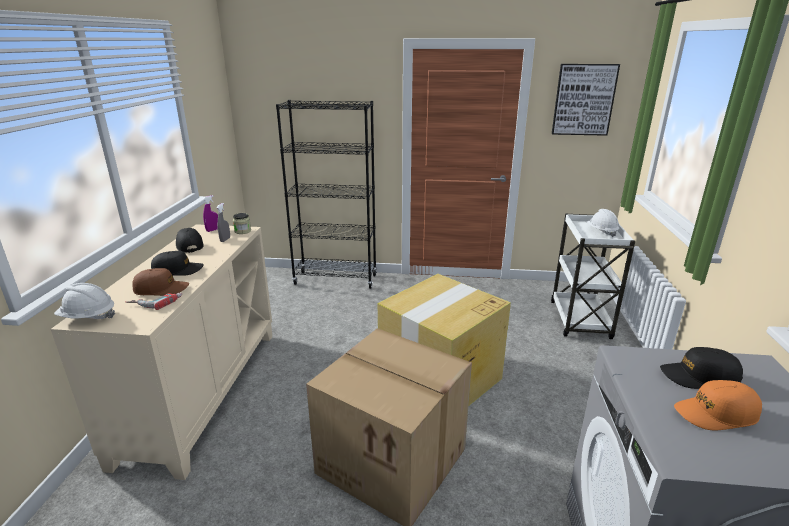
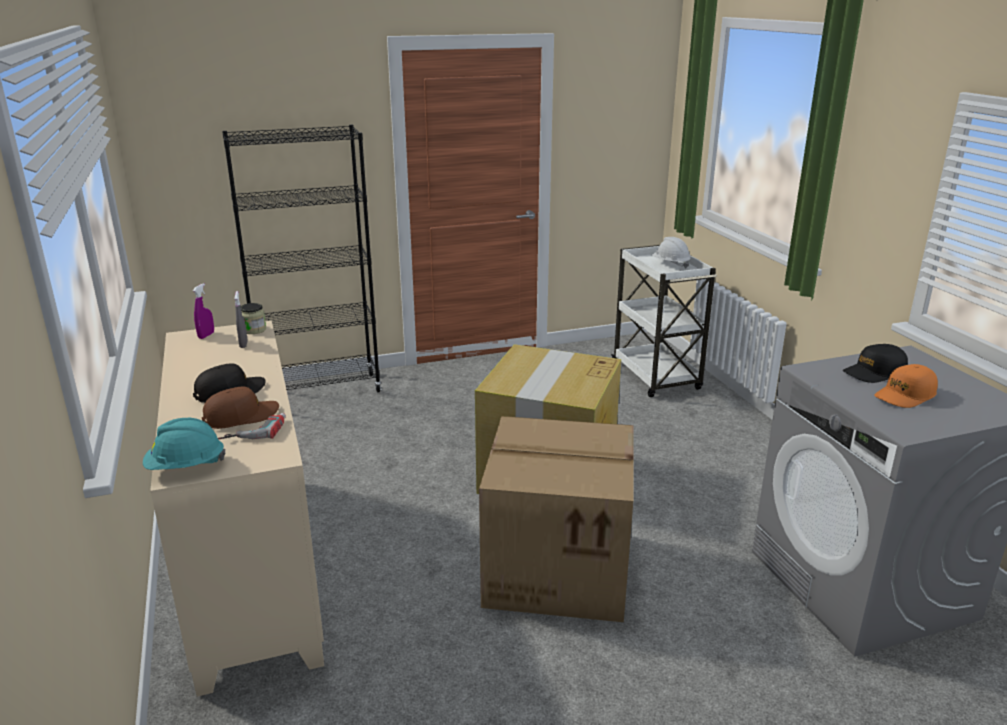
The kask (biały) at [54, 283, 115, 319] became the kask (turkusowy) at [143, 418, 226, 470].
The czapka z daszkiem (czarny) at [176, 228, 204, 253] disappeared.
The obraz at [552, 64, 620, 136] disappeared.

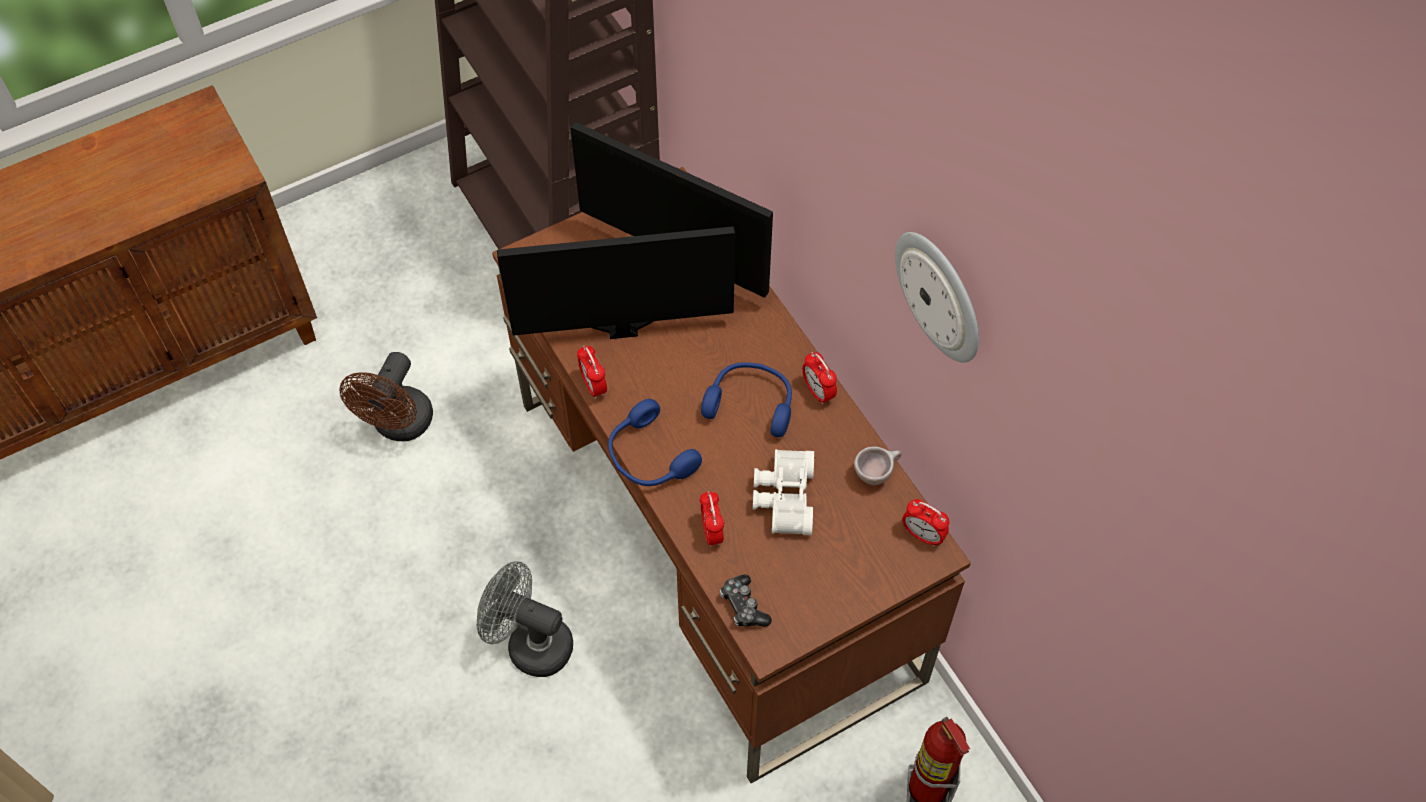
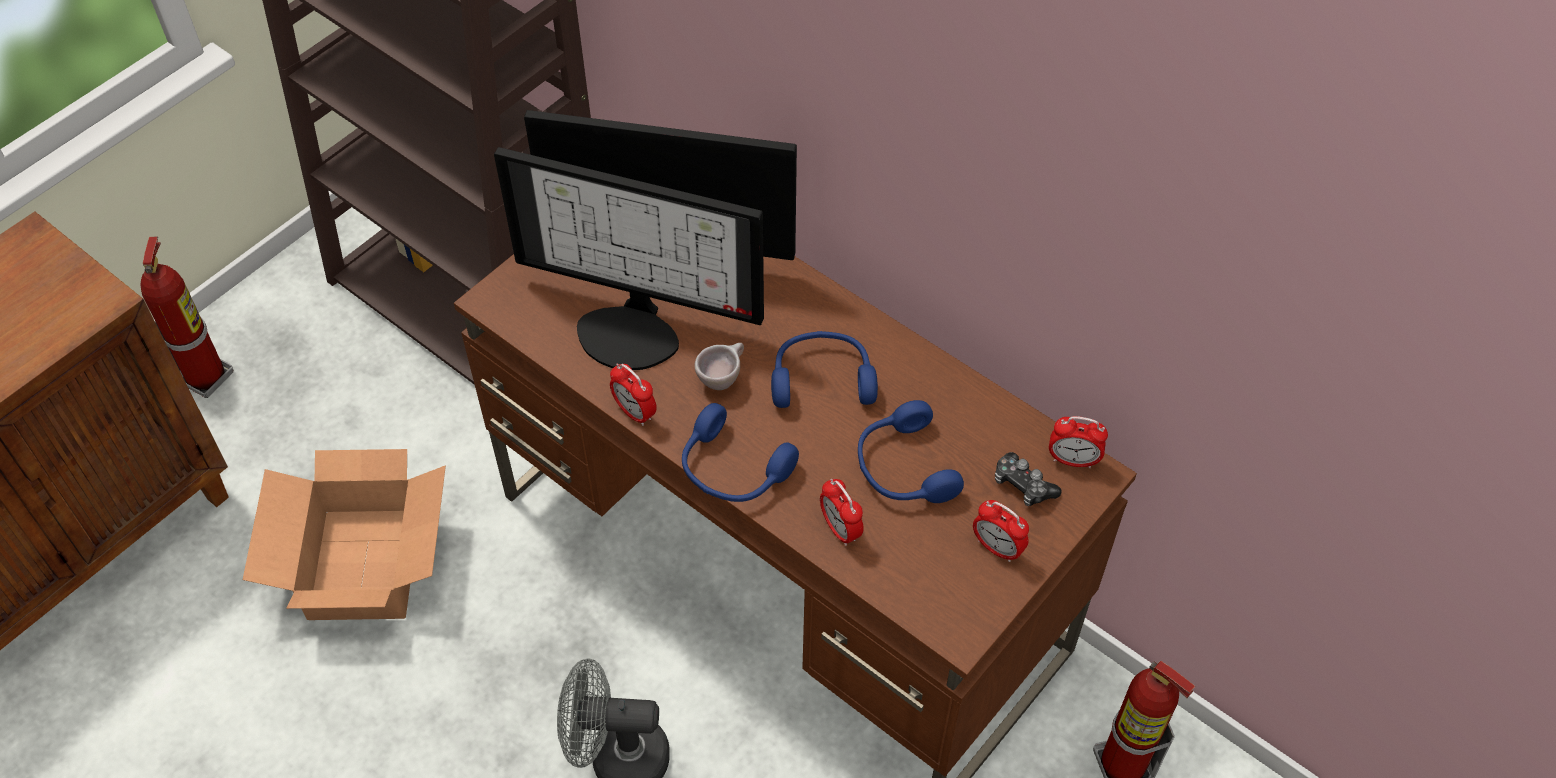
The gaśnica at [141, 237, 233, 398] appeared.
The wentylator (brązowy) at [339, 352, 433, 441] was replaced by the karton at [243, 449, 446, 620].
The monitor at [497, 227, 735, 339] turned 135 degrees counterclockwise.
The filiżanka (beżowy) moved from [854, 447, 902, 485] to [694, 343, 744, 390].
The lornetka (biały) at [753, 449, 814, 535] was replaced by the słuchawki (niebieski) at [858, 400, 964, 503].
The budzik moved from [802, 352, 837, 405] to [973, 500, 1029, 562].
The pad do gier moved from [720, 575, 772, 627] to [995, 452, 1062, 506].
The zegar ścienny at [895, 232, 979, 362] disappeared.

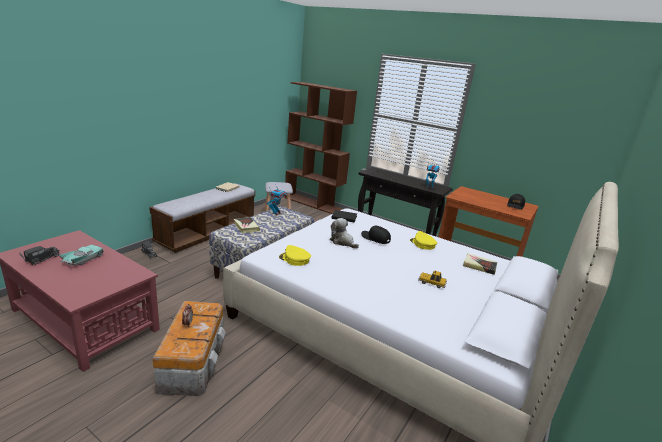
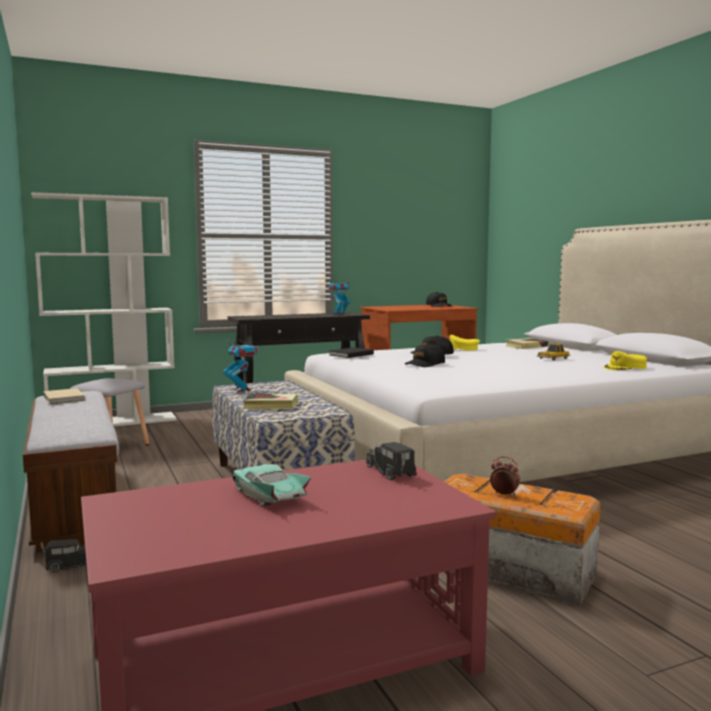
The regał (brązowy) at [284, 82, 357, 214] became the regał (biały) at [31, 192, 177, 426].
The ciężarówka zabawkowa moved from [20, 246, 59, 265] to [366, 442, 417, 480].
The pluszak at [330, 218, 359, 248] was replaced by the czapka z daszkiem (czarny) at [405, 343, 445, 367].
The czapka z daszkiem (żółty) moved from [279, 245, 311, 266] to [603, 351, 647, 370].

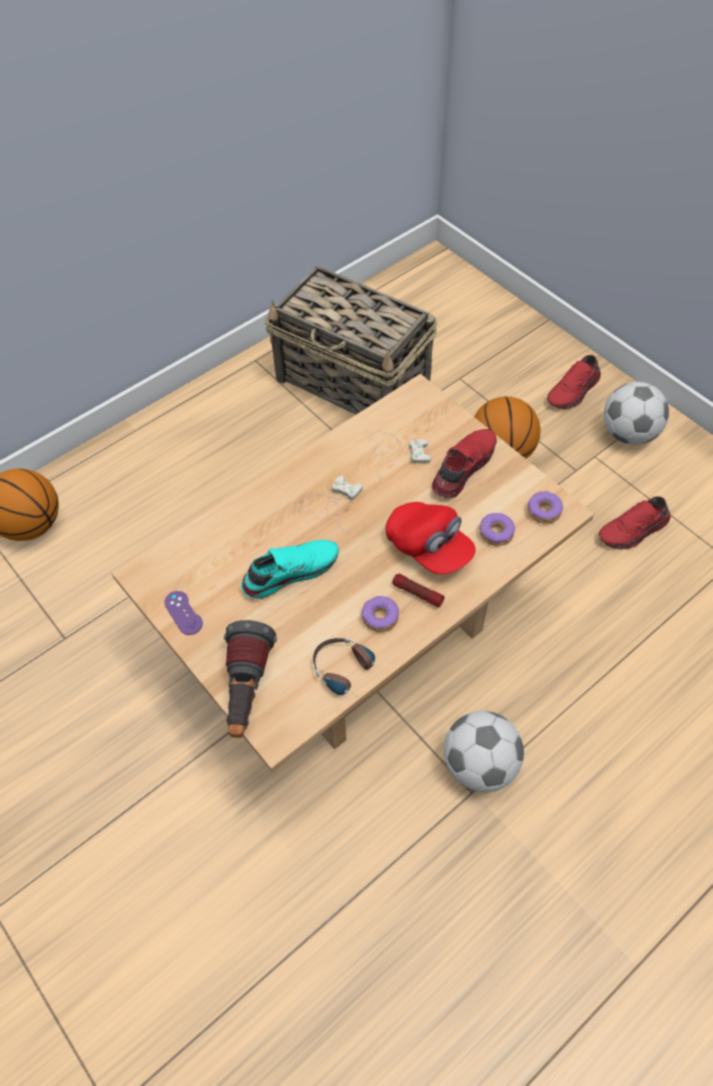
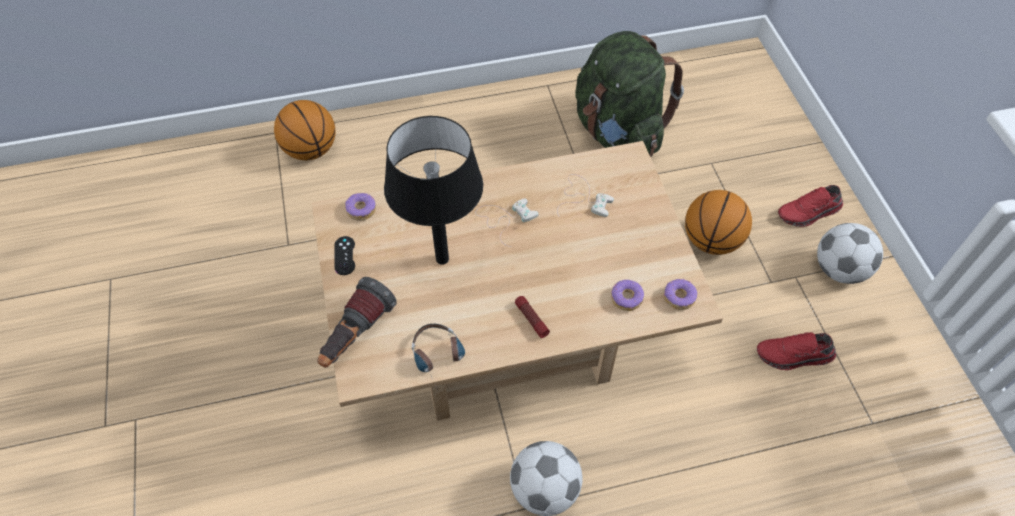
The pad do gier (fioletowy) at [164, 591, 203, 635] became the pad do gier (czarny) at [335, 236, 355, 275].
The donut moved from [361, 595, 399, 632] to [345, 193, 376, 221].
The but (turkusowy) at [240, 540, 339, 599] was replaced by the lampa stołowa (czarny) at [384, 116, 483, 265].
The koszyk at [264, 266, 437, 415] was replaced by the plecak (zielony) at [575, 31, 684, 157].
The czapka z daszkiem (czerwony) at [386, 502, 476, 575] disappeared.
The but (czerwony) at [432, 429, 497, 499] disappeared.

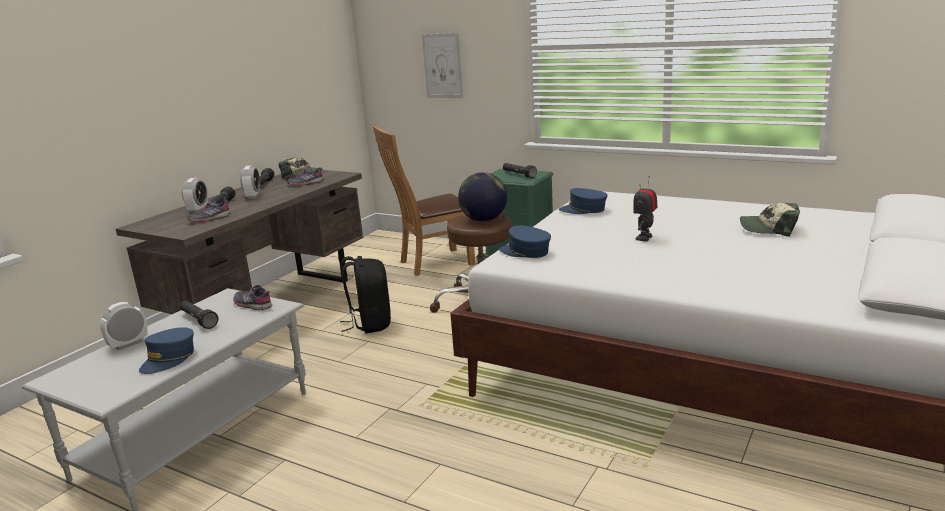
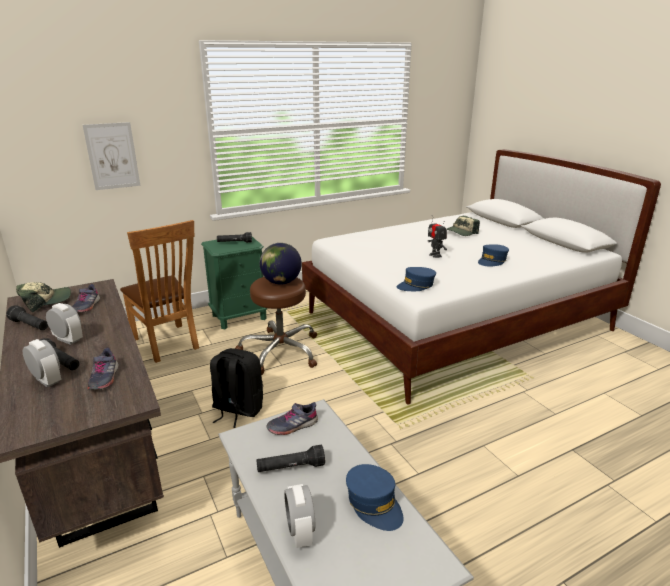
The krzesło (brązowy) at [373, 126, 475, 276] turned 45 degrees counterclockwise.
The czapka z daszkiem (niebieski) moved from [559, 188, 608, 214] to [478, 244, 509, 266].

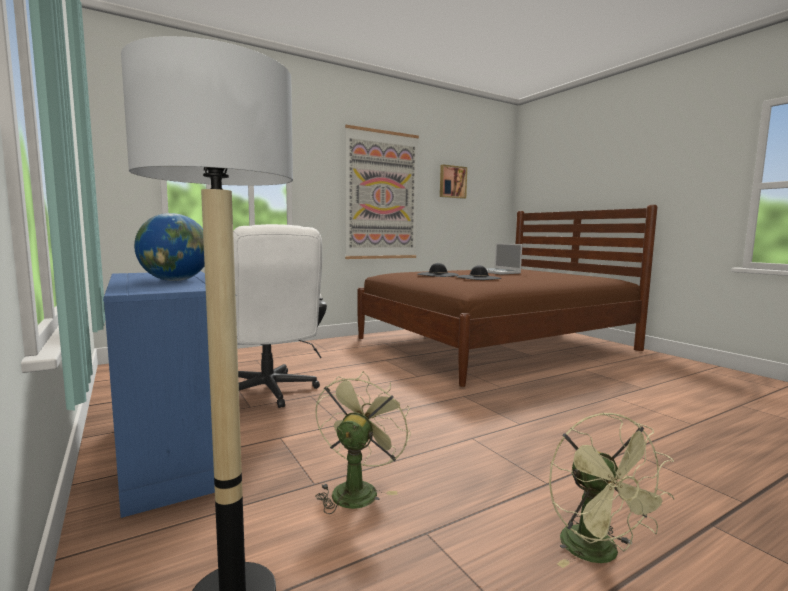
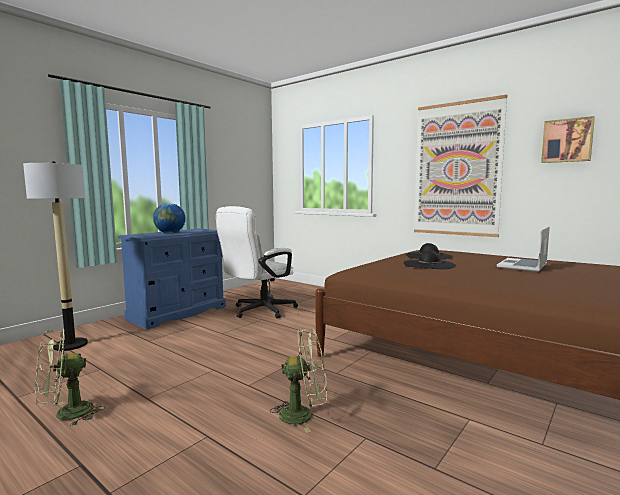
The wentylator (zielony) moved from [315, 371, 411, 514] to [270, 329, 327, 433].

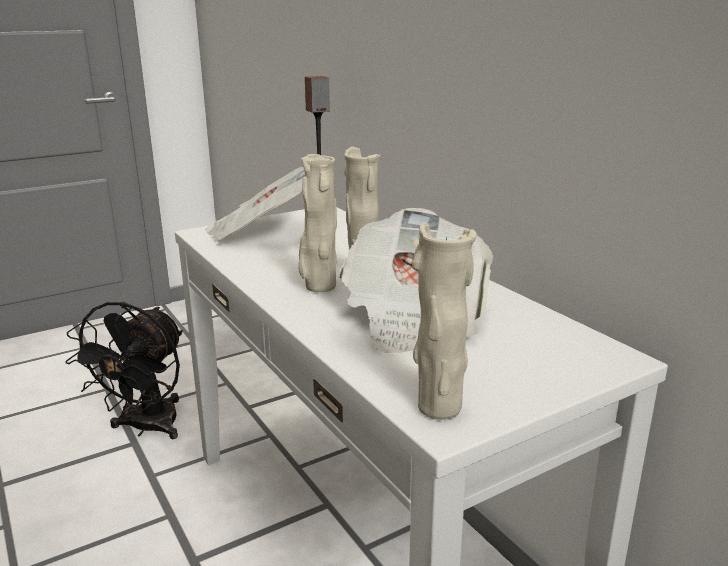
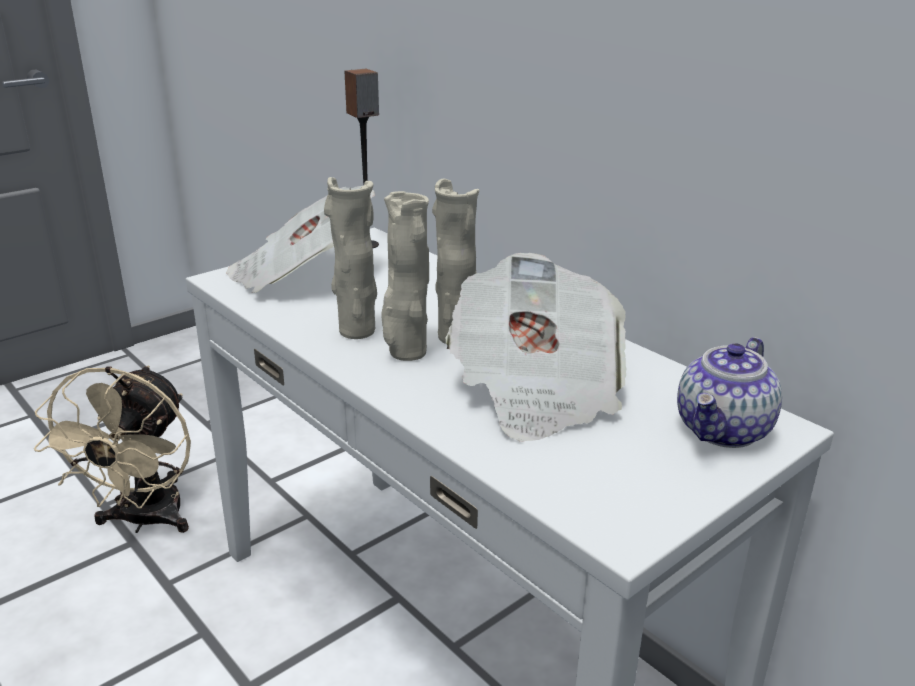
The wentylator (czarny) at [65, 301, 183, 439] became the wentylator (beżowy) at [34, 366, 191, 533].
The wazon (beżowy) moved from [412, 223, 477, 420] to [324, 177, 377, 339].
The imbryk at [677, 337, 782, 448] appeared.

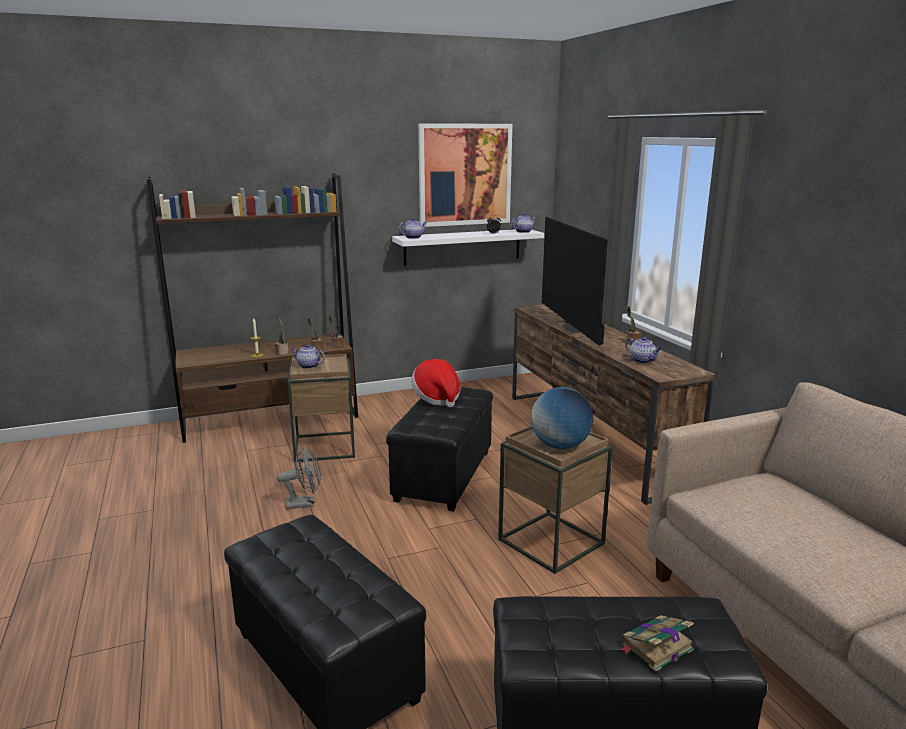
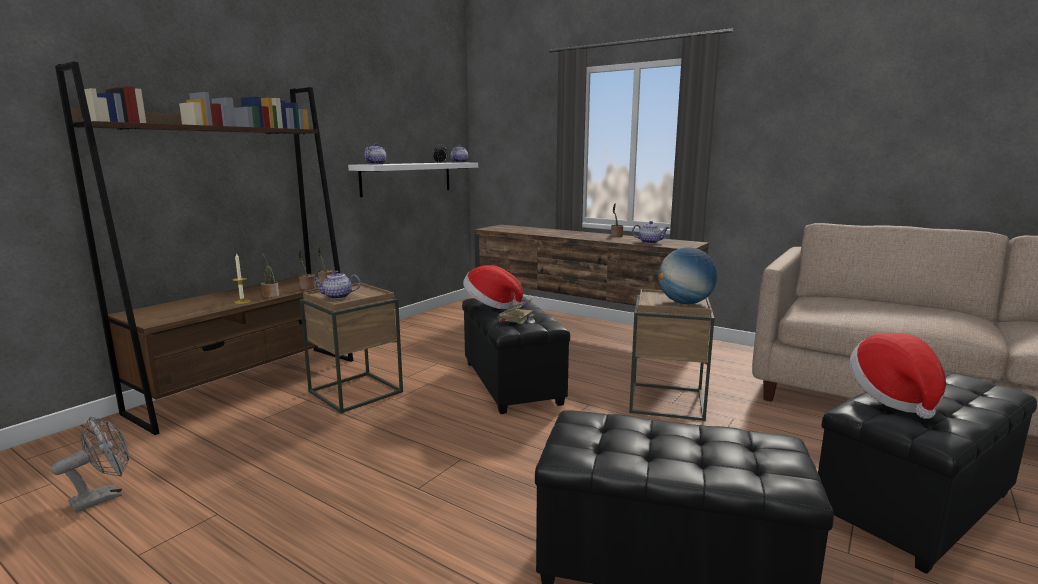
The wentylator (szary) moved from [277, 447, 321, 509] to [51, 417, 129, 513].
The książka moved from [620, 615, 694, 672] to [497, 299, 534, 324].
The kapelusz at [850, 333, 946, 419] appeared.
The obraz at [418, 123, 512, 227] disappeared.
The telewizor at [542, 217, 608, 345] disappeared.

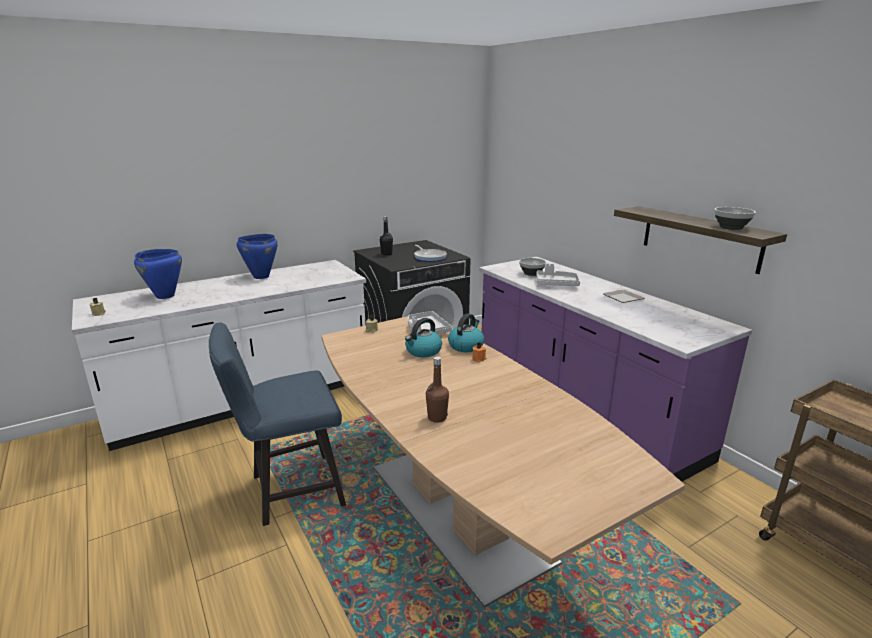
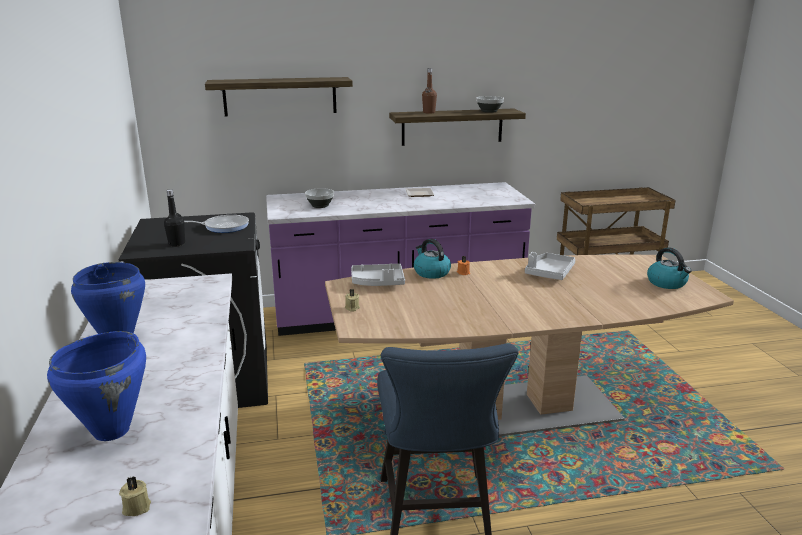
The półka at [205, 77, 353, 116] appeared.
The butelka (brązowy) moved from [426, 357, 449, 423] to [422, 68, 437, 113].
The taca (szary) moved from [536, 264, 580, 286] to [525, 252, 576, 280].
The czajnik moved from [405, 318, 442, 357] to [647, 247, 692, 289].

